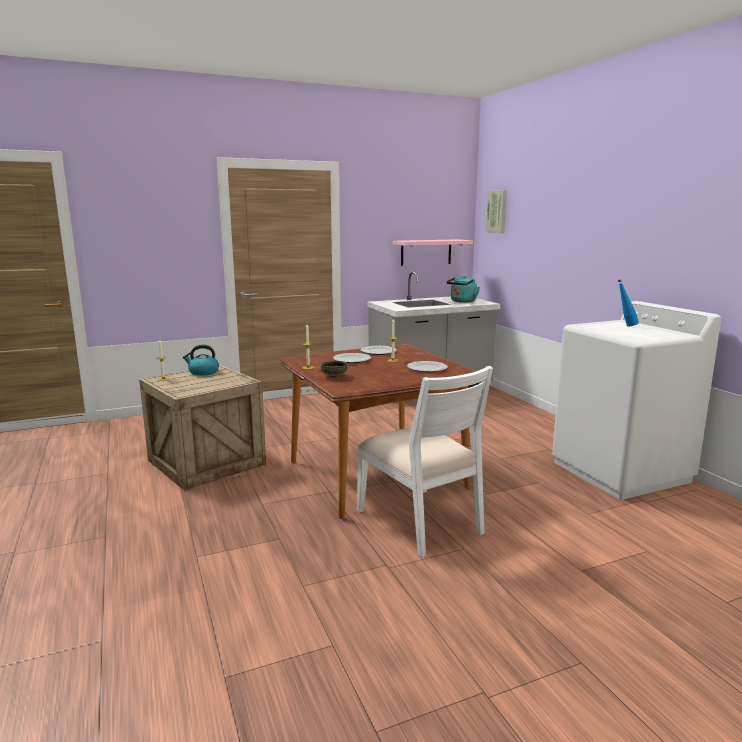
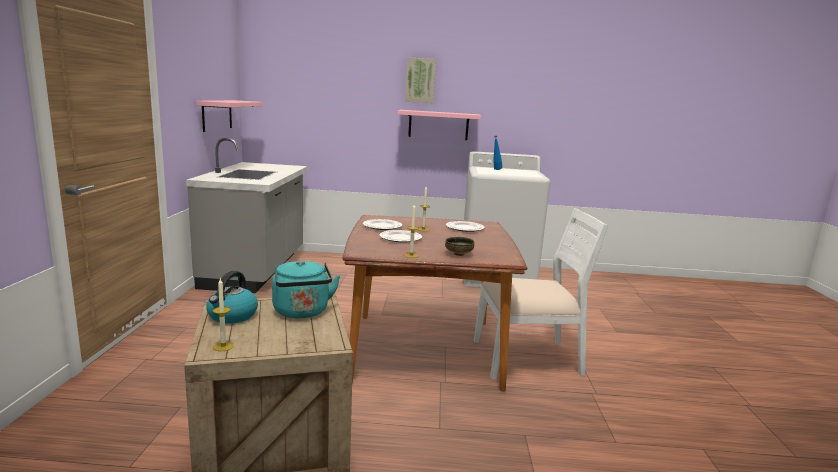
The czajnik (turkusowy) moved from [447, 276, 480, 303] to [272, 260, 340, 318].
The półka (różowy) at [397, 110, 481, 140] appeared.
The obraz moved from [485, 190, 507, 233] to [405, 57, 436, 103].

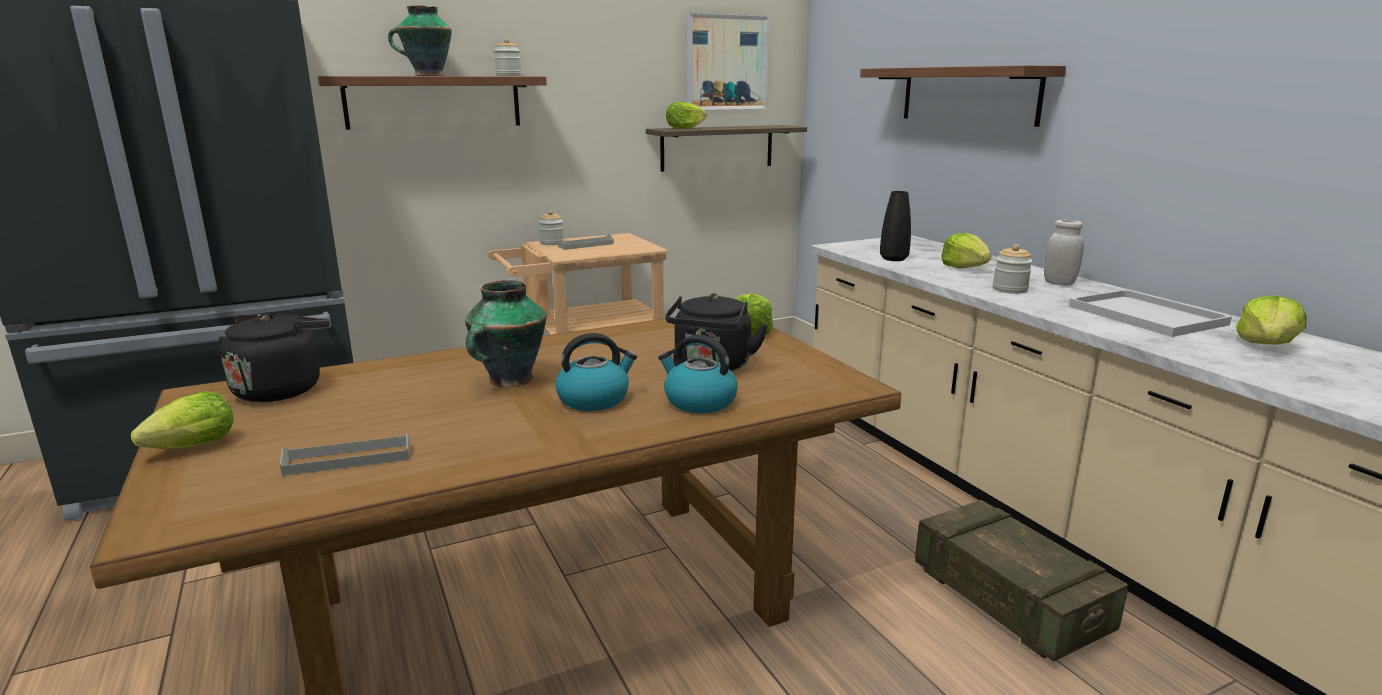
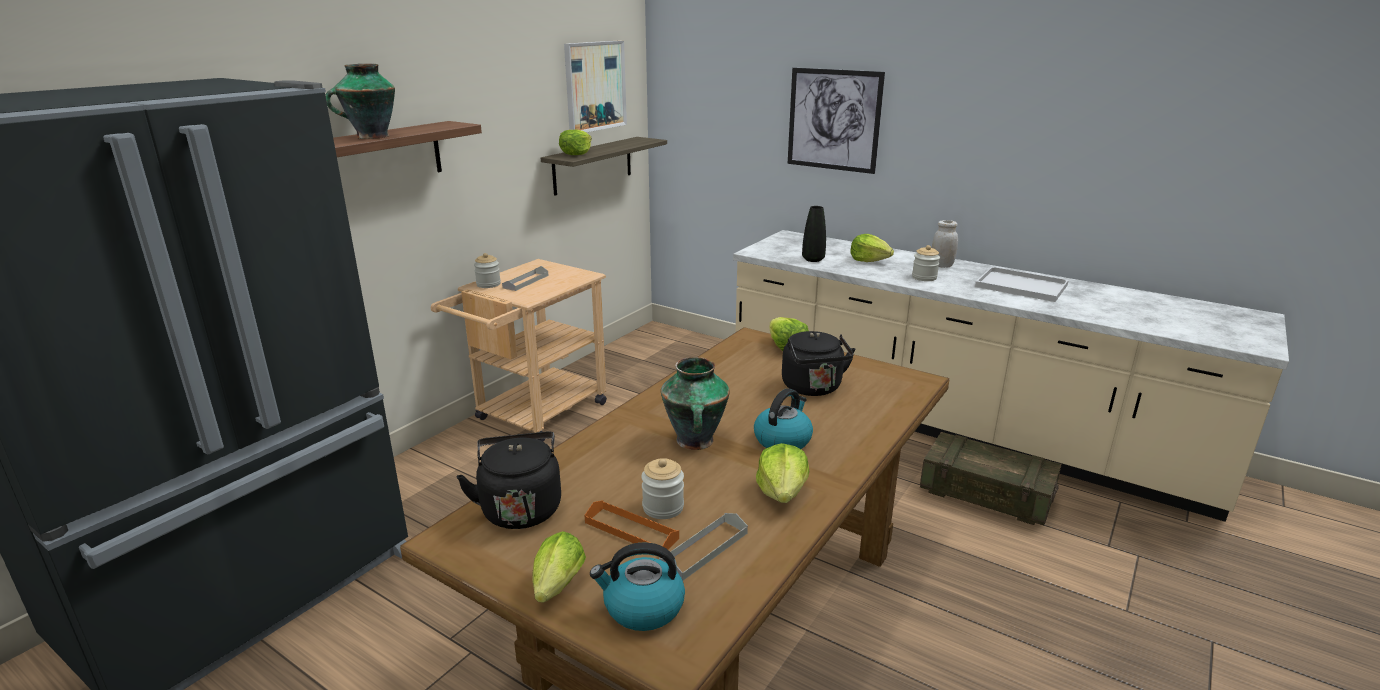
The taca (pomarańczowy) at [584, 500, 679, 549] appeared.
The czajnik moved from [658, 335, 738, 413] to [590, 543, 685, 631].
The słoik moved from [494, 38, 522, 76] to [641, 458, 684, 519].
The sałata moved from [1236, 295, 1307, 345] to [756, 443, 809, 503].
The półka at [860, 65, 1066, 127] was replaced by the obraz at [788, 68, 885, 174].

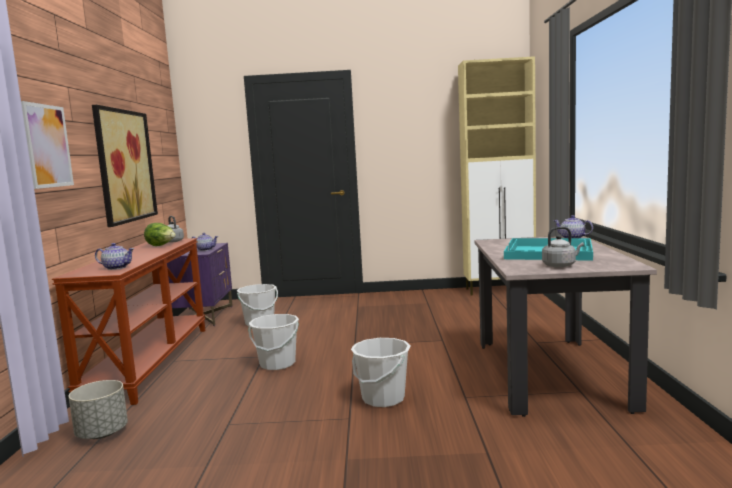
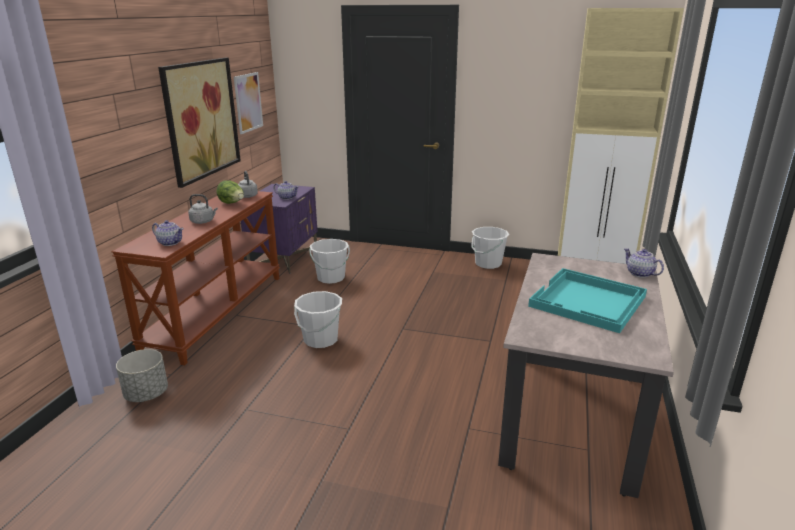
The czajnik (szary) moved from [542, 227, 584, 267] to [188, 194, 218, 224].
The obraz moved from [21, 101, 74, 189] to [234, 72, 263, 134].
The wiadro (biały) moved from [351, 338, 411, 407] to [471, 227, 509, 269].

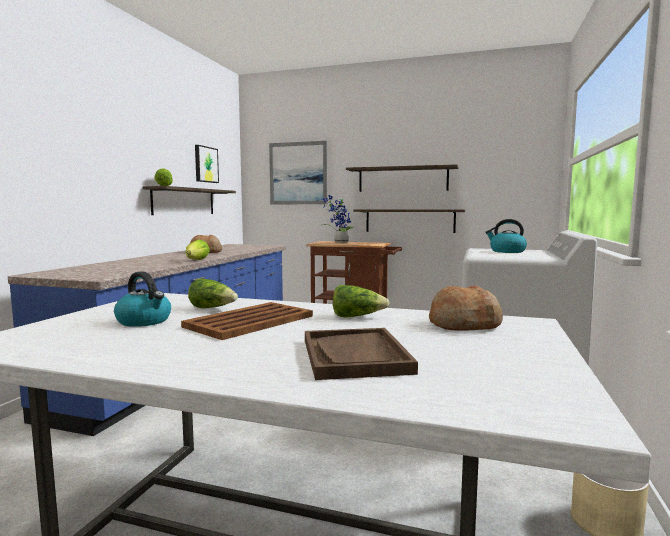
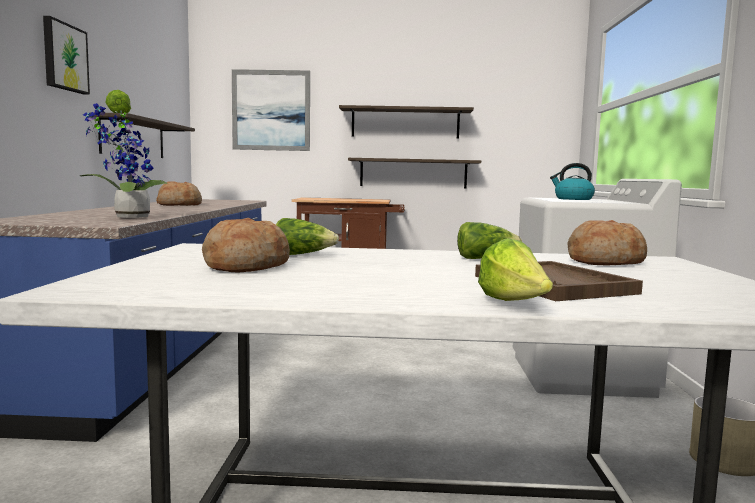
The obraz moved from [195, 145, 219, 183] to [43, 16, 90, 95].
The roślina doniczkowa moved from [323, 195, 355, 243] to [80, 103, 168, 218].
The czajnik at [114, 271, 171, 327] was replaced by the chleb at [202, 218, 290, 272].
The sałata moved from [185, 239, 210, 260] to [478, 238, 553, 301].
The taca (brązowy) at [181, 302, 313, 340] disappeared.

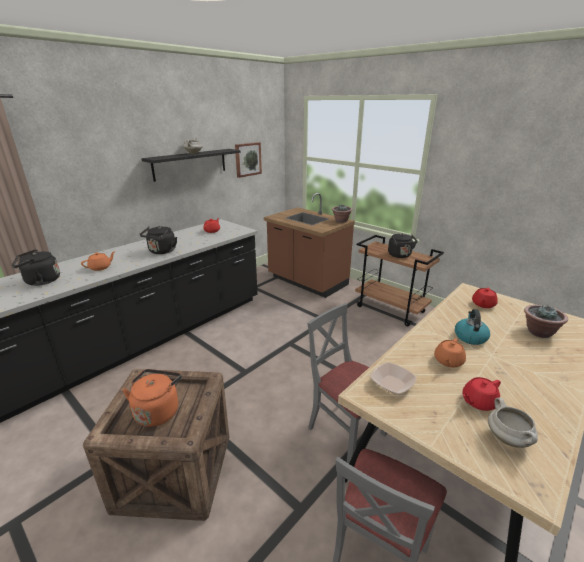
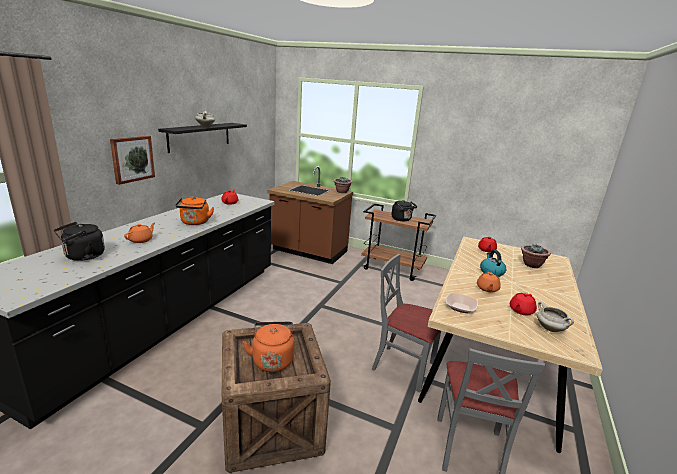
The obraz moved from [235, 142, 262, 178] to [110, 136, 155, 185].
The czajnik (czarny) at [140, 226, 177, 254] became the czajnik (pomarańczowy) at [175, 197, 214, 225].

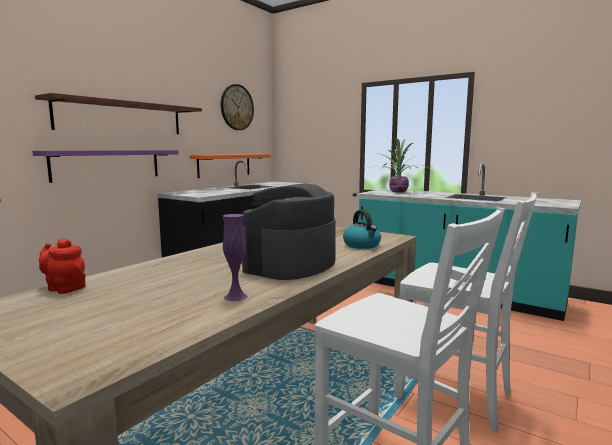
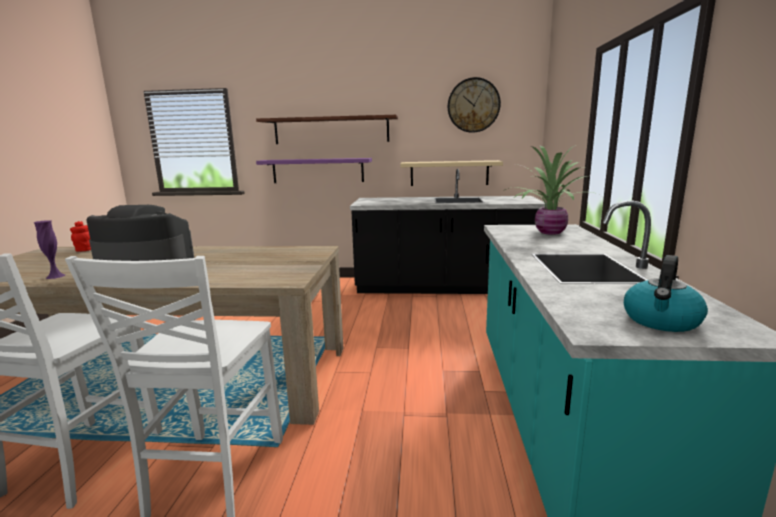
The półka (pomarańczowy) at [190, 154, 271, 178] became the półka (beżowy) at [401, 160, 503, 186].
The czajnik moved from [343, 210, 381, 249] to [624, 255, 708, 332].

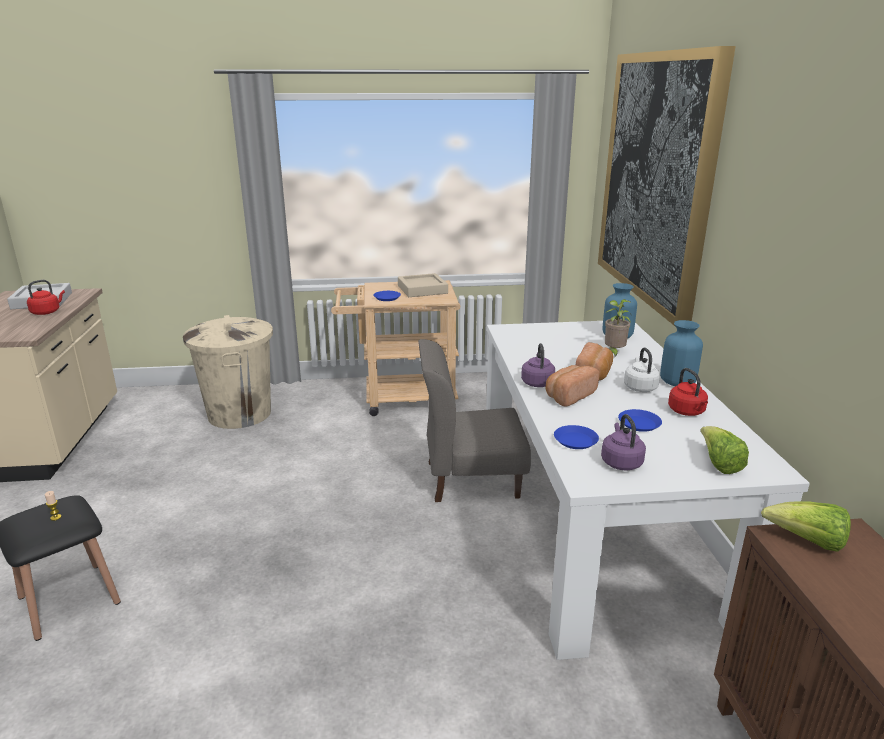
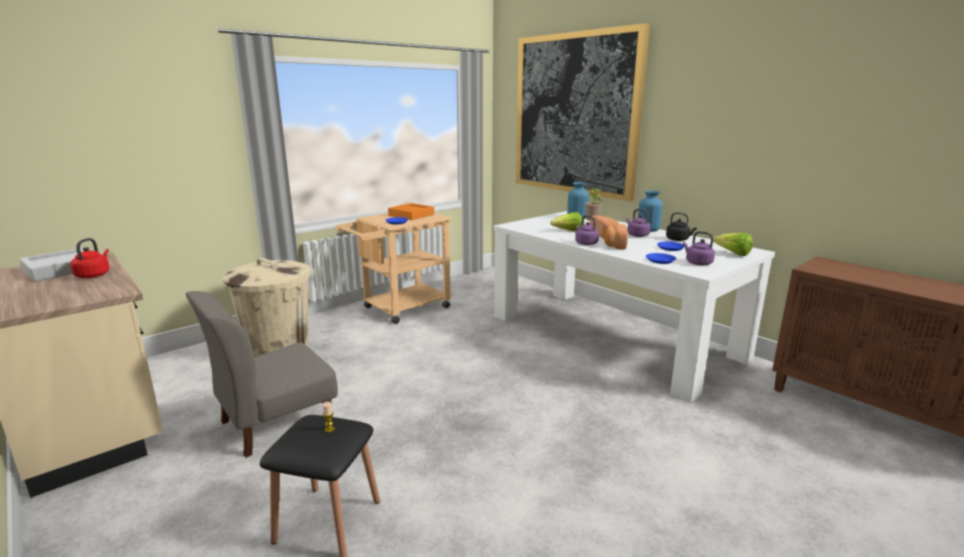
The krzesło (szary) moved from [418, 339, 531, 502] to [186, 291, 338, 458].
The taca (beżowy) at [398, 273, 448, 297] became the taca (pomarańczowy) at [388, 203, 434, 220].
The sałata moved from [761, 501, 851, 551] to [551, 212, 582, 231].
The czajnik (biały) at [624, 348, 660, 392] became the czajnik (fioletowy) at [626, 209, 651, 237].
The czajnik (czerwony) at [668, 368, 708, 416] became the czajnik (czarny) at [666, 212, 697, 241].

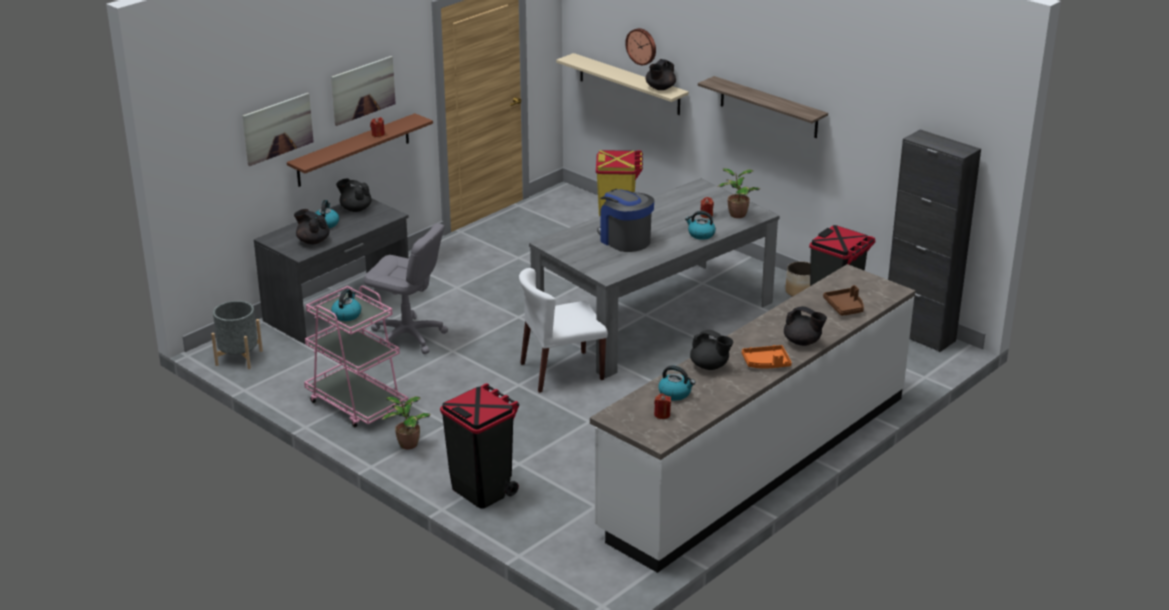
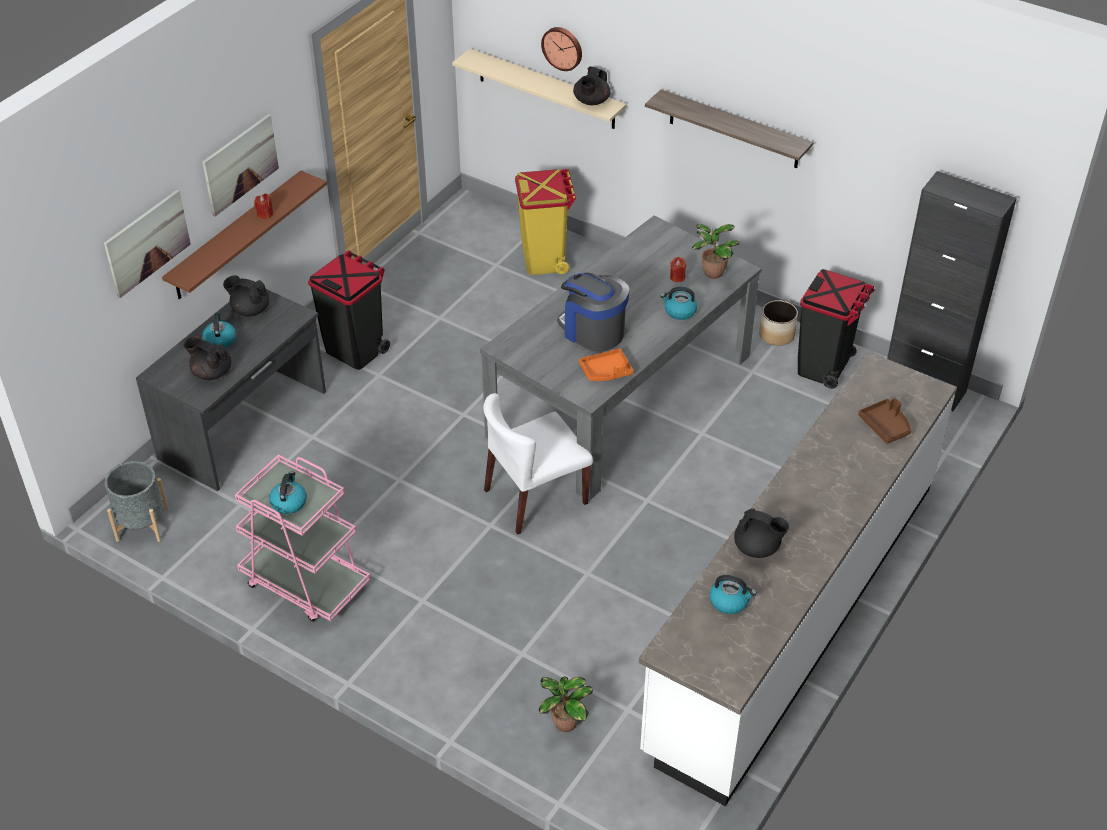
The kosz na śmieci (czarny) moved from [440, 383, 519, 509] to [308, 250, 390, 370].
The roślina doniczkowa moved from [382, 396, 431, 449] to [539, 676, 593, 732].
The taca (pomarańczowy) moved from [742, 345, 792, 369] to [579, 349, 633, 381].
The krzesło biurowe (szary) at [364, 223, 448, 354] disappeared.
The świeca (czerwony) at [654, 394, 671, 419] disappeared.
The imbryk (czarny) at [784, 306, 827, 346] disappeared.

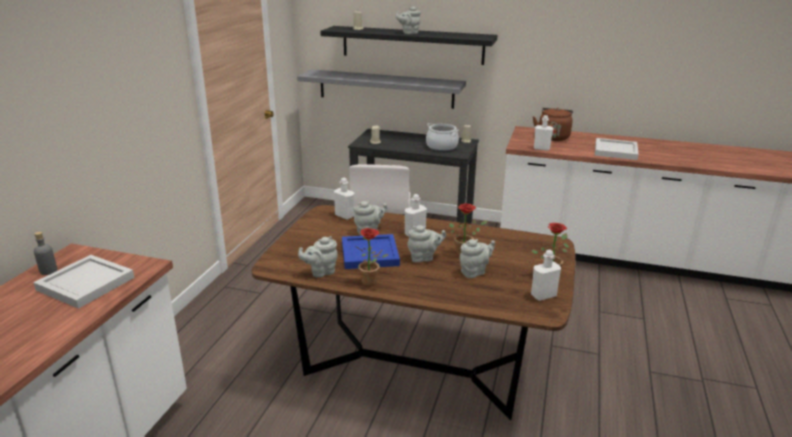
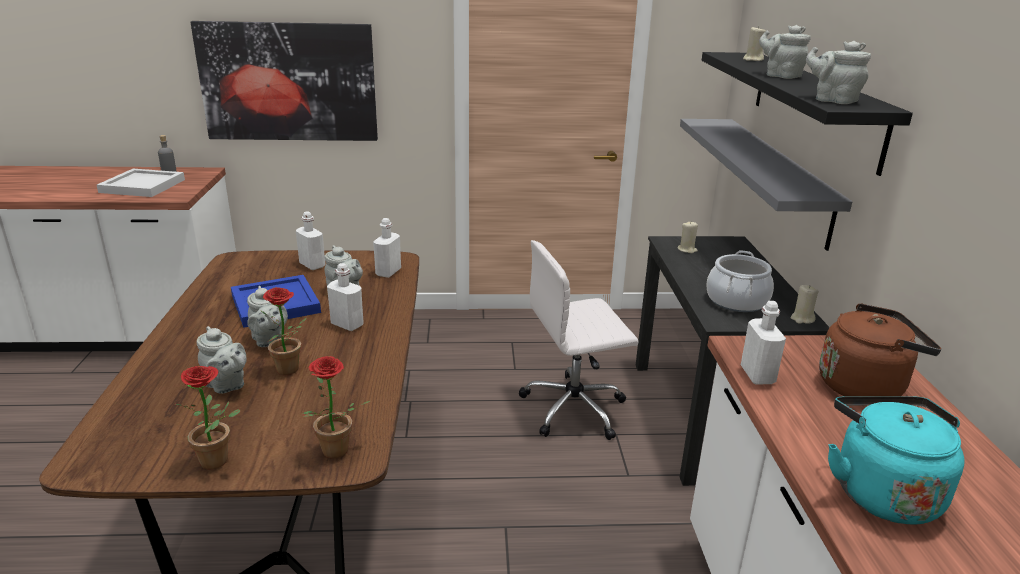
The obraz at [190, 21, 378, 141] appeared.
The butelka (biały) moved from [531, 250, 561, 301] to [296, 211, 326, 270].
The roślina doniczkowa moved from [356, 228, 388, 286] to [302, 356, 370, 459].
The imbryk (szary) moved from [298, 236, 337, 278] to [806, 41, 871, 104].
The taca (biały) at [595, 138, 639, 160] was replaced by the czajnik (turkusowy) at [828, 396, 964, 524].

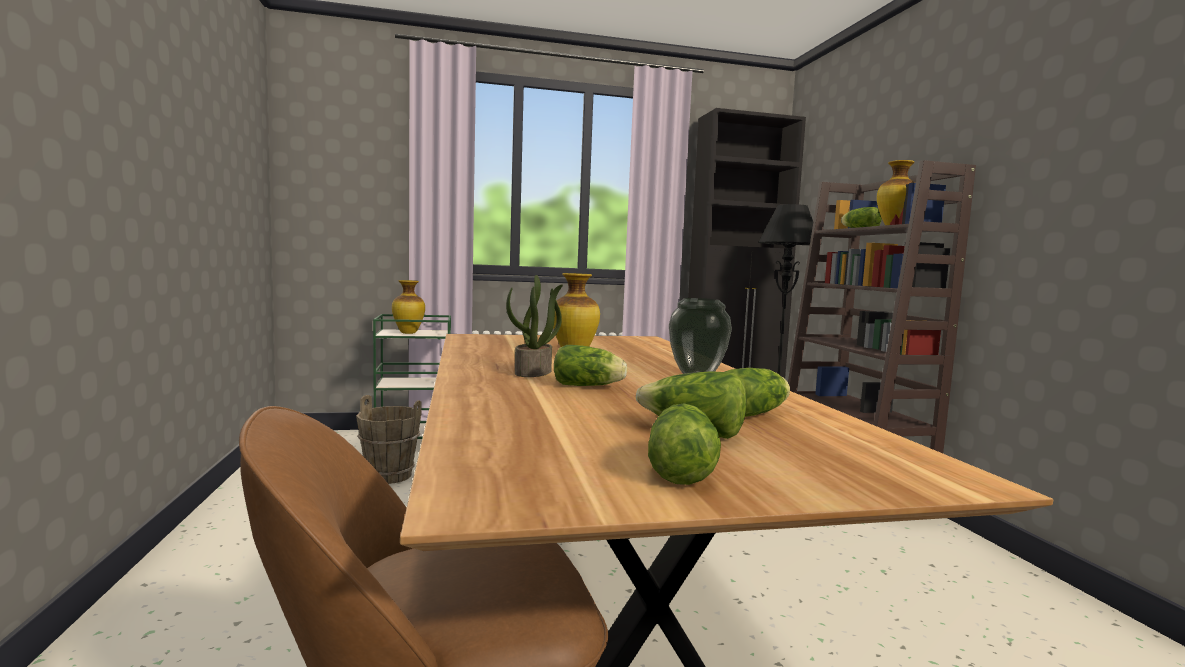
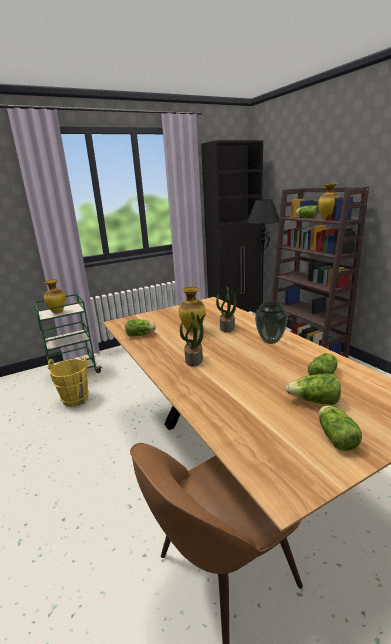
The wiadro (brązowy) at [356, 395, 422, 484] became the wiadro (żółty) at [48, 357, 89, 407].
The sałata moved from [554, 345, 628, 386] to [125, 319, 156, 337].
The roślina doniczkowa at [216, 287, 239, 333] appeared.

